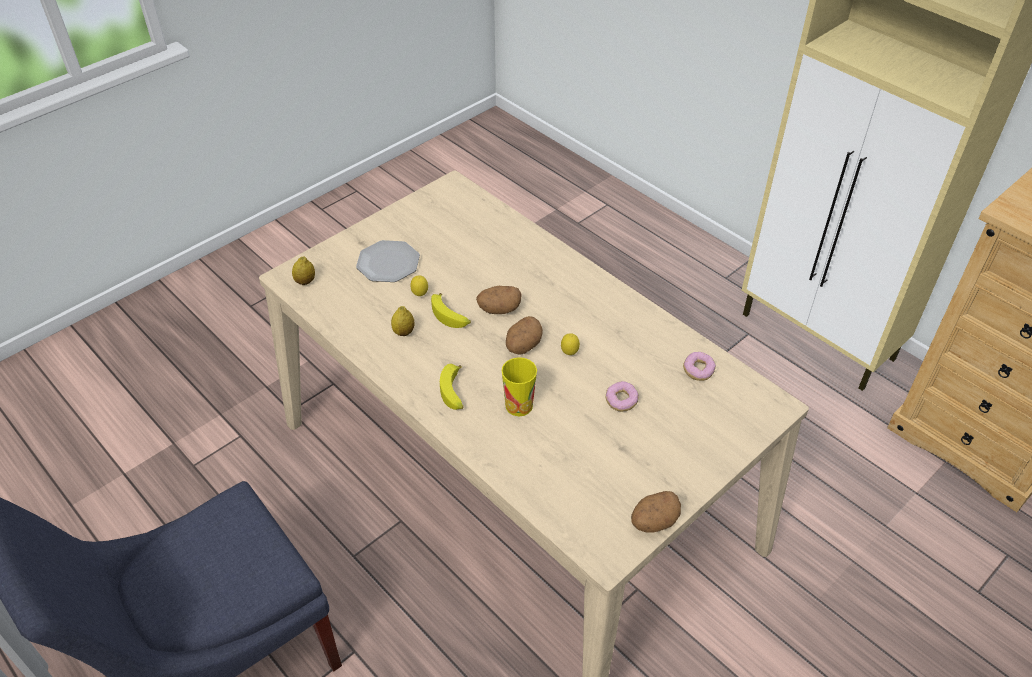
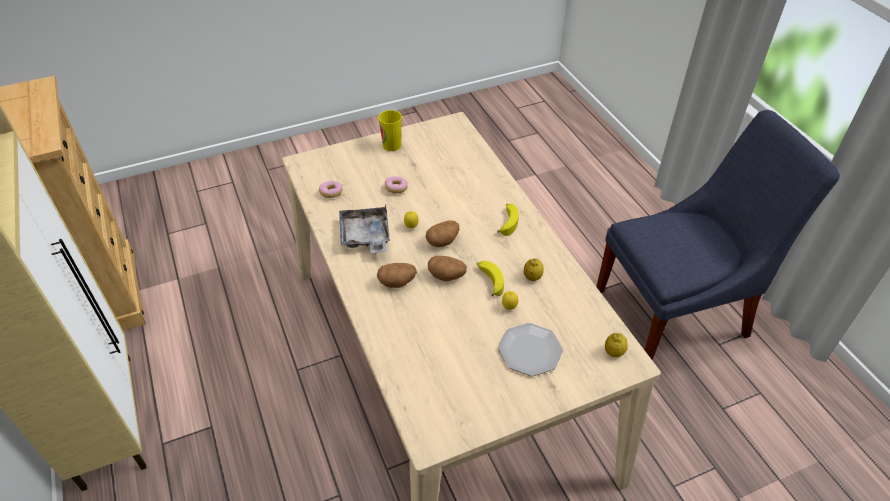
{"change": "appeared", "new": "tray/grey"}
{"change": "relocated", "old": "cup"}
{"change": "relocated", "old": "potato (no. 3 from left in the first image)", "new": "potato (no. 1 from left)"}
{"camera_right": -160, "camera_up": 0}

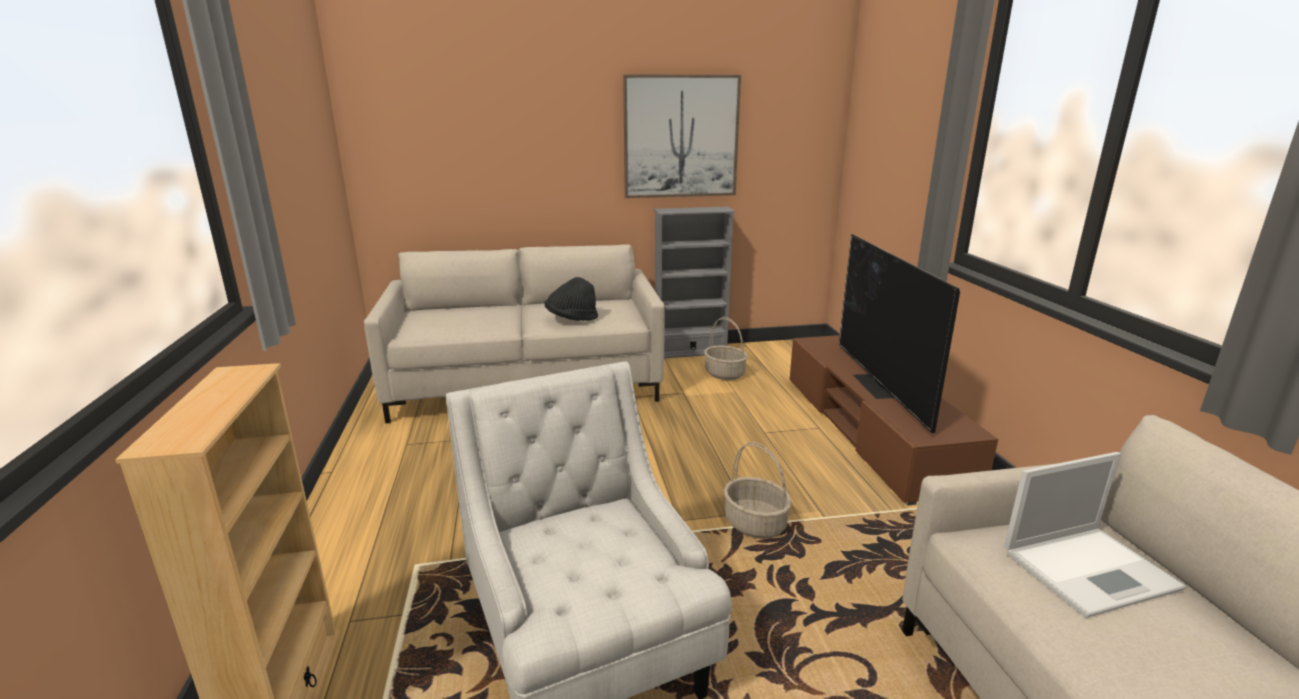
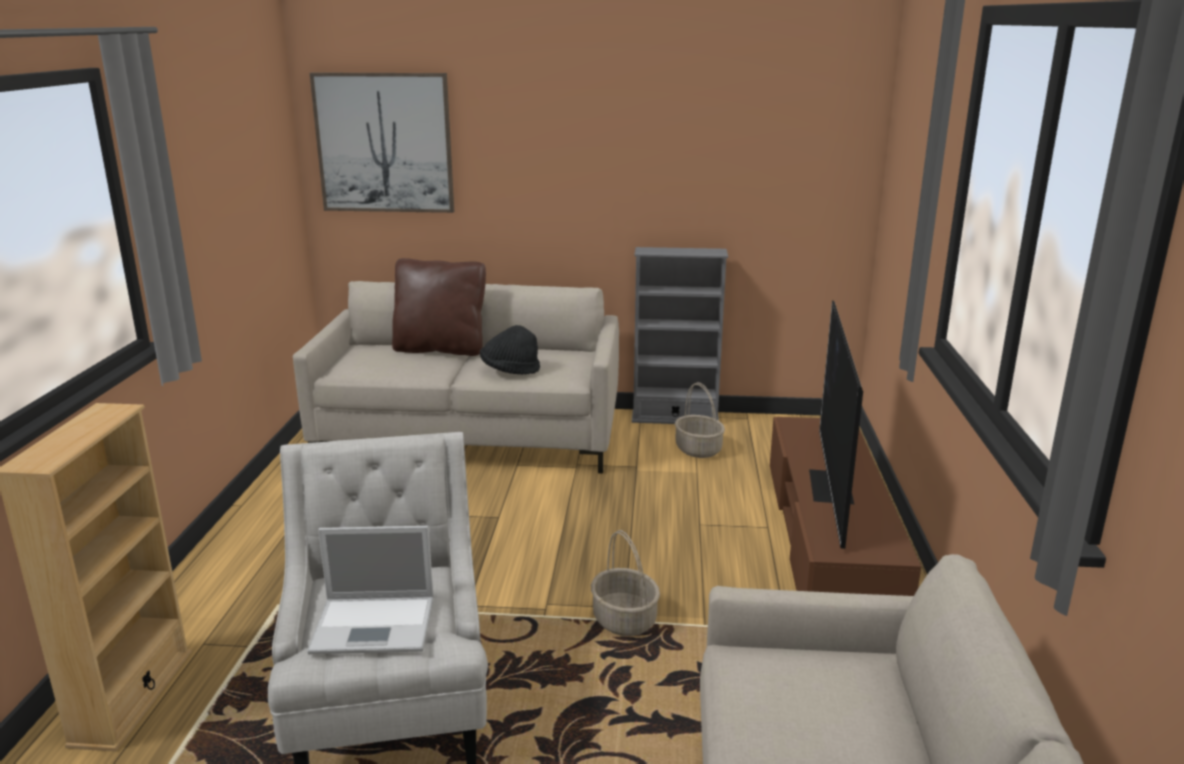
{"change": "appeared", "new": "pillow/brown"}
{"change": "relocated", "old": "picture"}
{"change": "relocated", "old": "laptop"}
{"camera_right": 15, "camera_up": 0}

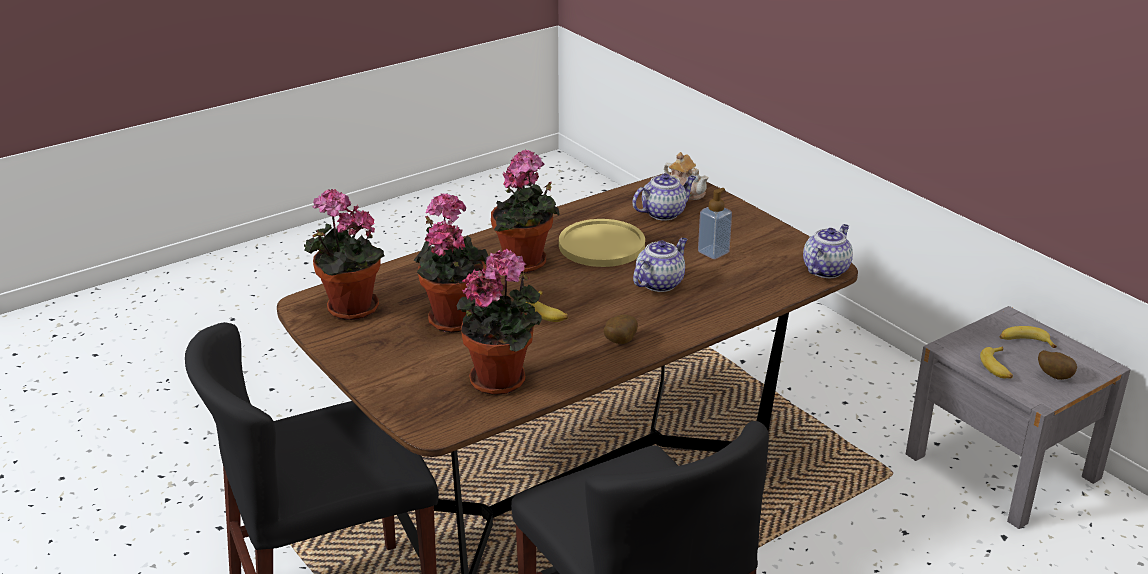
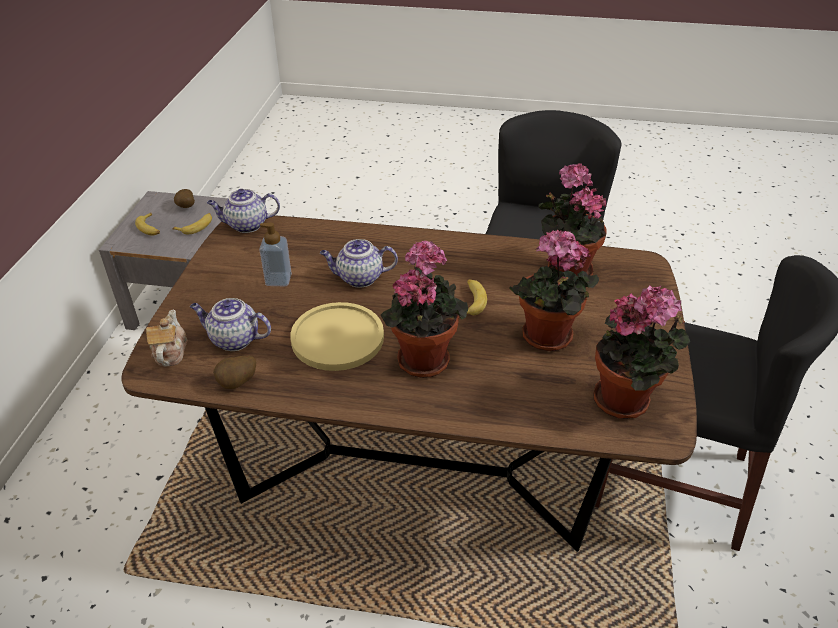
{"change": "relocated", "old": "potato (no. 1 from left in the first image)", "new": "potato (no. 2 from left)"}
{"camera_right": -135, "camera_up": 10}

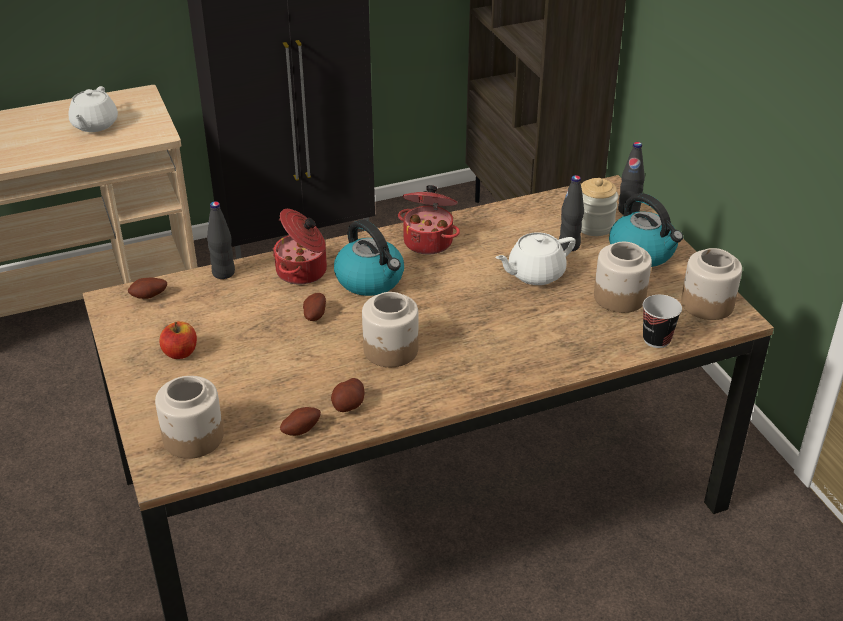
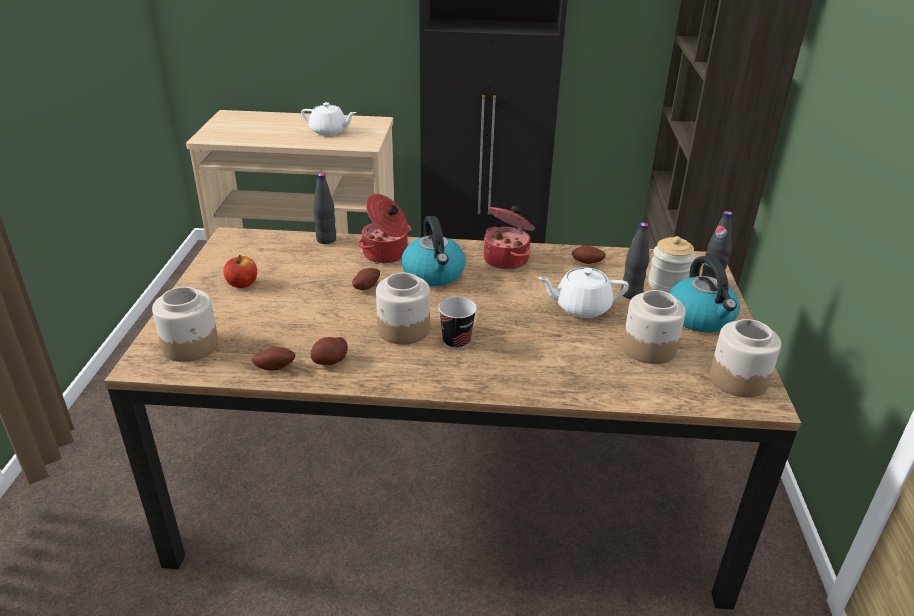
{"change": "relocated", "old": "potato (no. 1 from left in the first image)", "new": "potato (no. 4 from left)"}
{"change": "relocated", "old": "cup"}
{"change": "spun", "old": "teapot/white (no. 1 from left)", "degrees": -105}
{"camera_right": 25, "camera_up": -5}

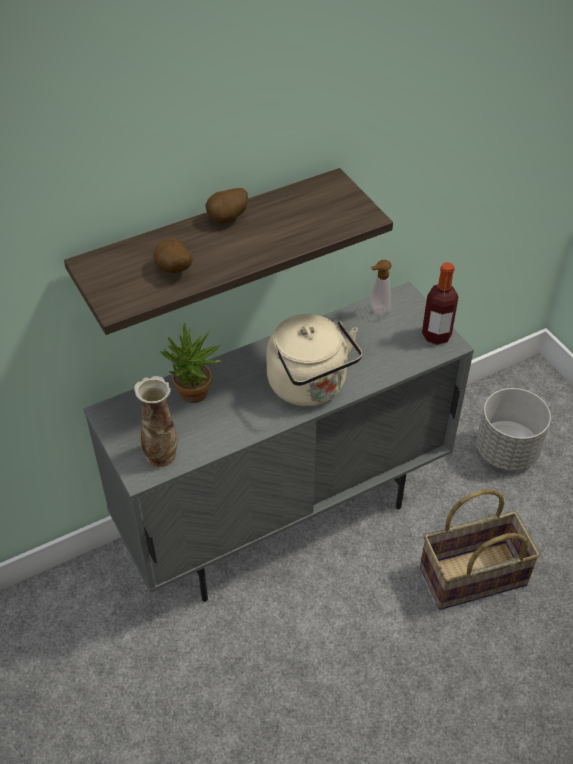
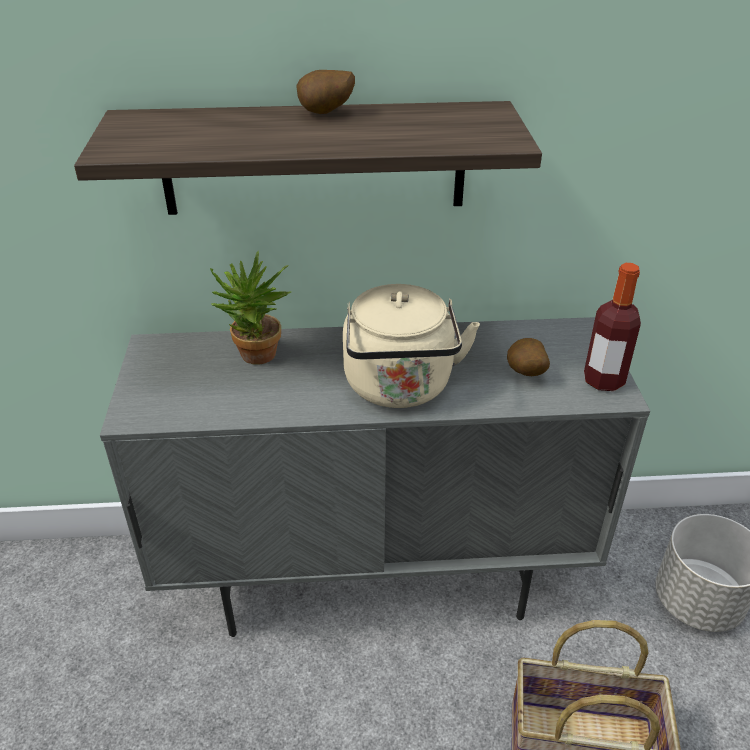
{"change": "missing", "old": "vase"}
{"change": "missing", "old": "soap dispenser"}
{"change": "relocated", "old": "potato (no. 1 from left in the first image)", "new": "potato (no. 2 from left)"}
{"camera_right": 25, "camera_up": -10}

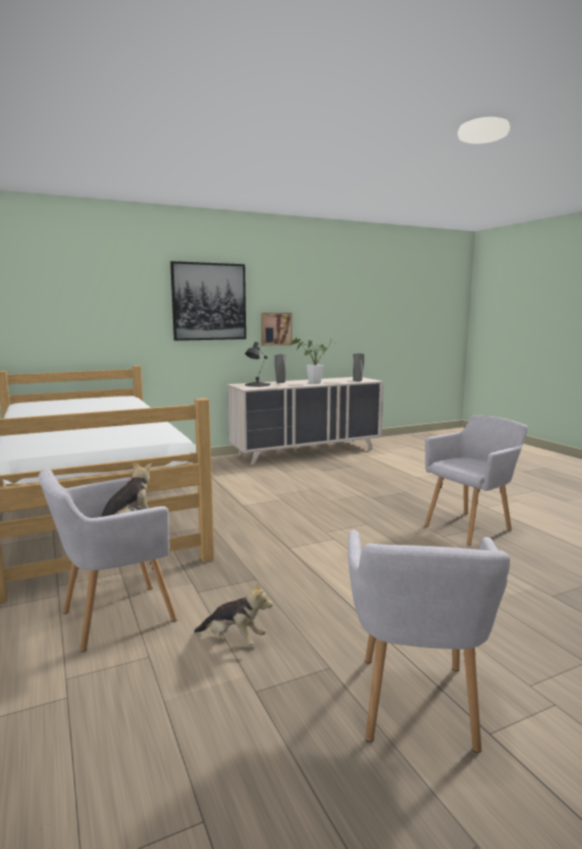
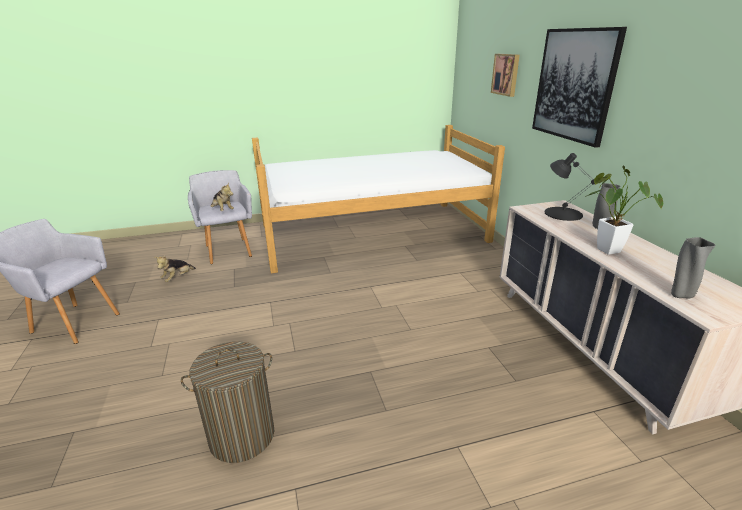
{"change": "relocated", "old": "picture (no. 2 from left in the first image)", "new": "picture (no. 1 from left)"}
{"change": "exchanged", "old": "armchair/grey (no. 3 from left)", "new": "laundry basket"}
{"camera_right": 100, "camera_up": 15}

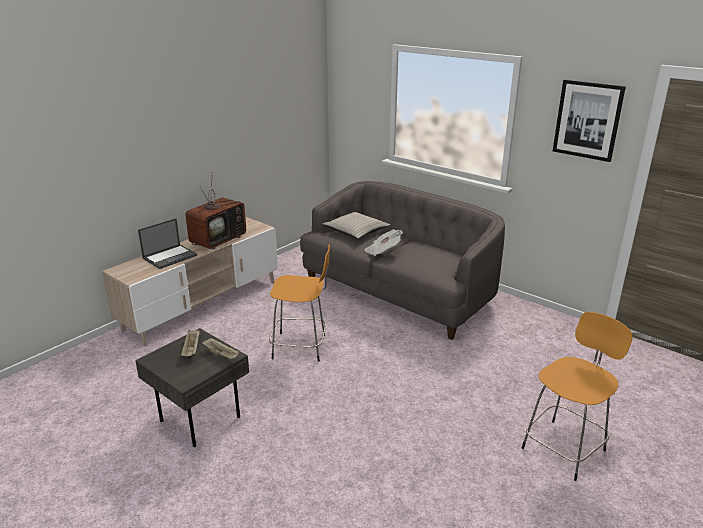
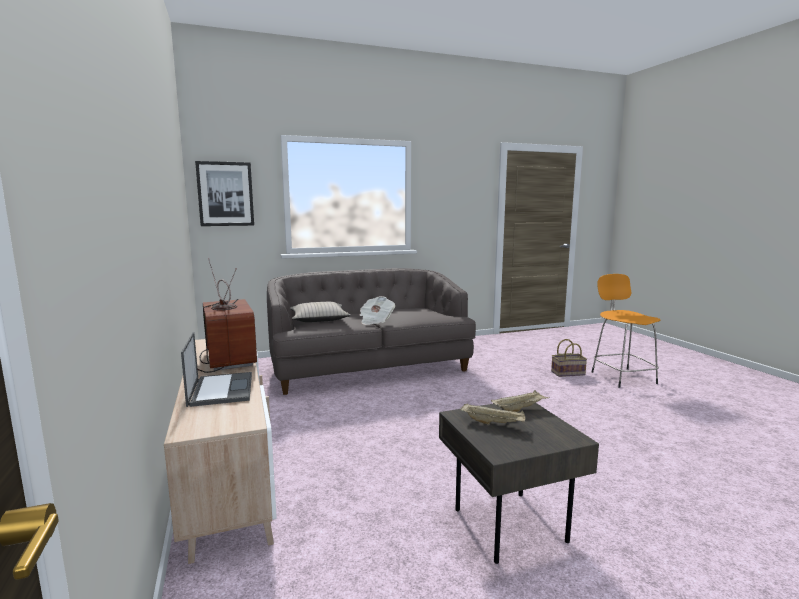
{"change": "missing", "old": "stool/orange (no. 1 from left)"}
{"change": "appeared", "new": "basket"}
{"change": "relocated", "old": "picture"}
{"camera_right": -60, "camera_up": -15}

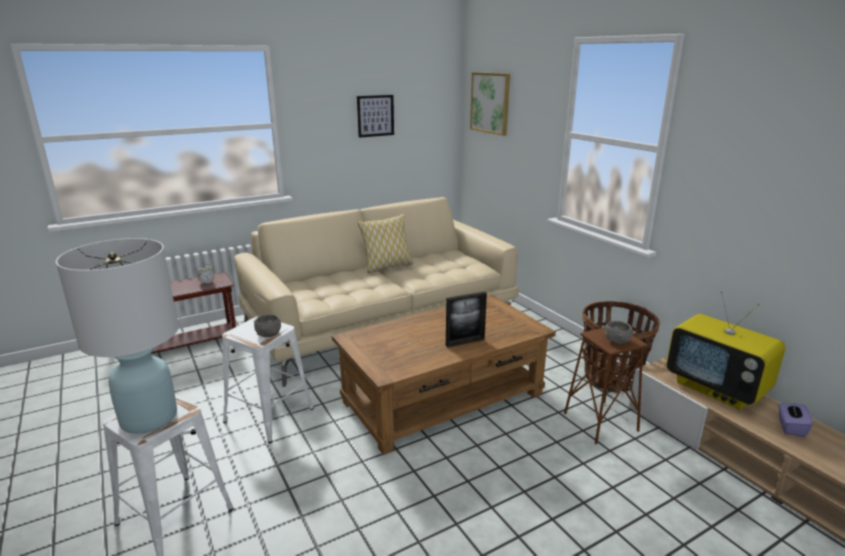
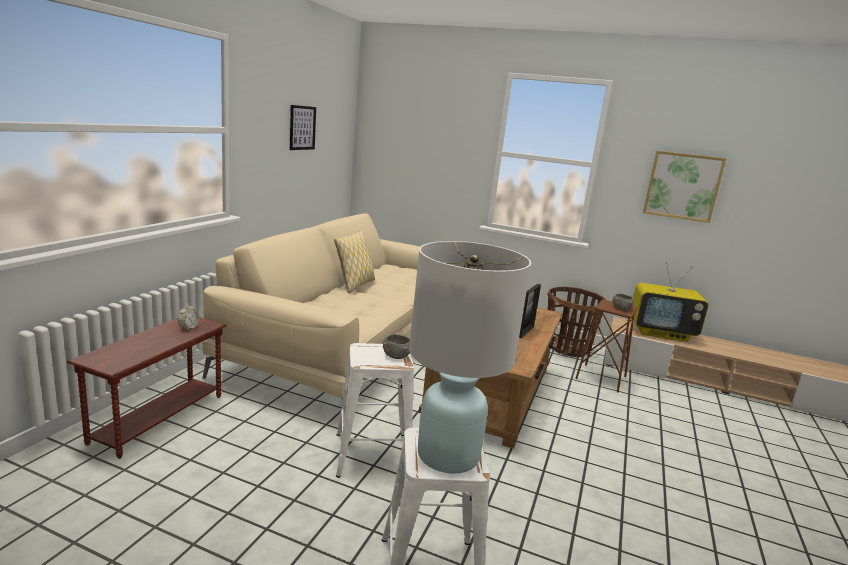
{"change": "missing", "old": "tissue box/purple"}
{"change": "relocated", "old": "picture (no. 2 from left)"}
{"camera_right": -40, "camera_up": -5}

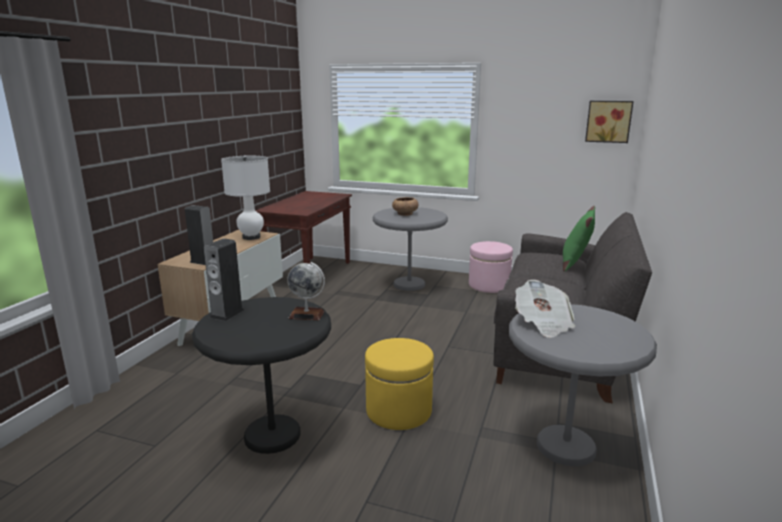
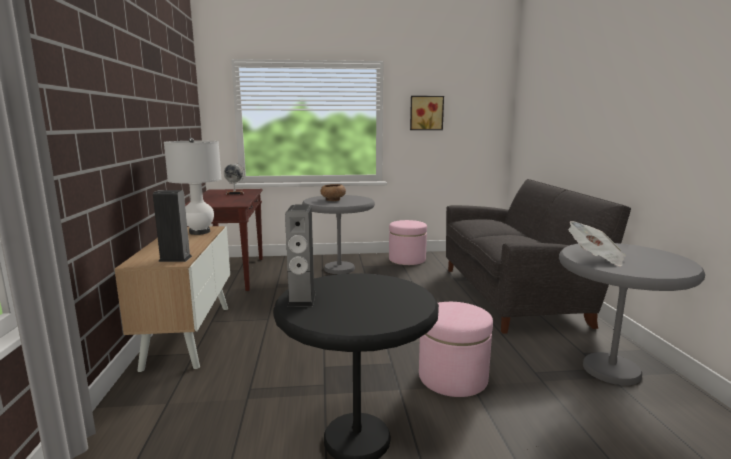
{"change": "missing", "old": "pillow/green"}
{"change": "relocated", "old": "globe"}
{"change": "relocated", "old": "picture"}
{"change": "colour", "old": "ottoman/yellow", "new": "ottoman/pink (no. 2 from left)"}
{"camera_right": -25, "camera_up": -5}

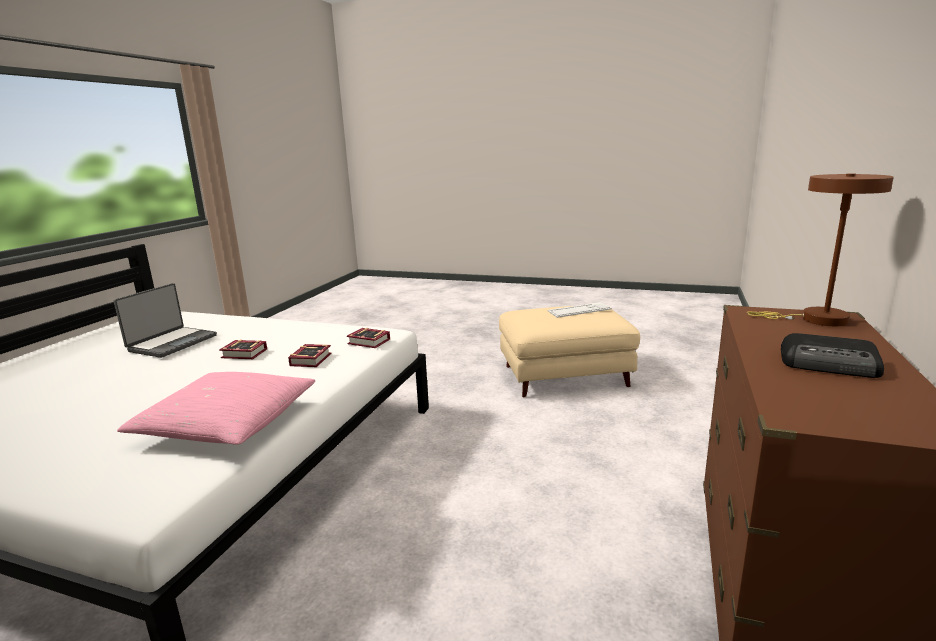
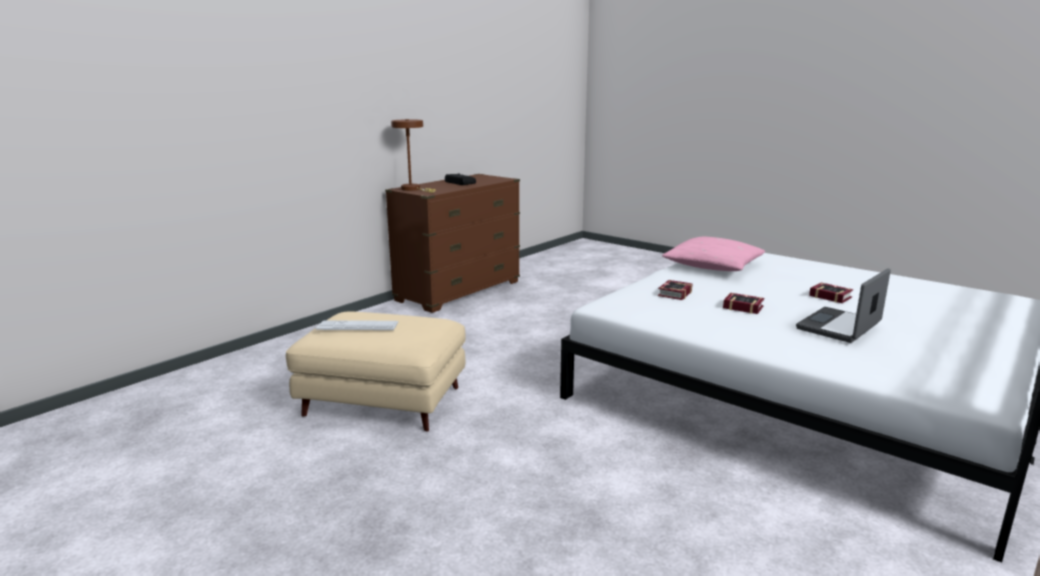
{"change": "relocated", "old": "book (no. 3 from left)"}
{"camera_right": -160, "camera_up": 0}

